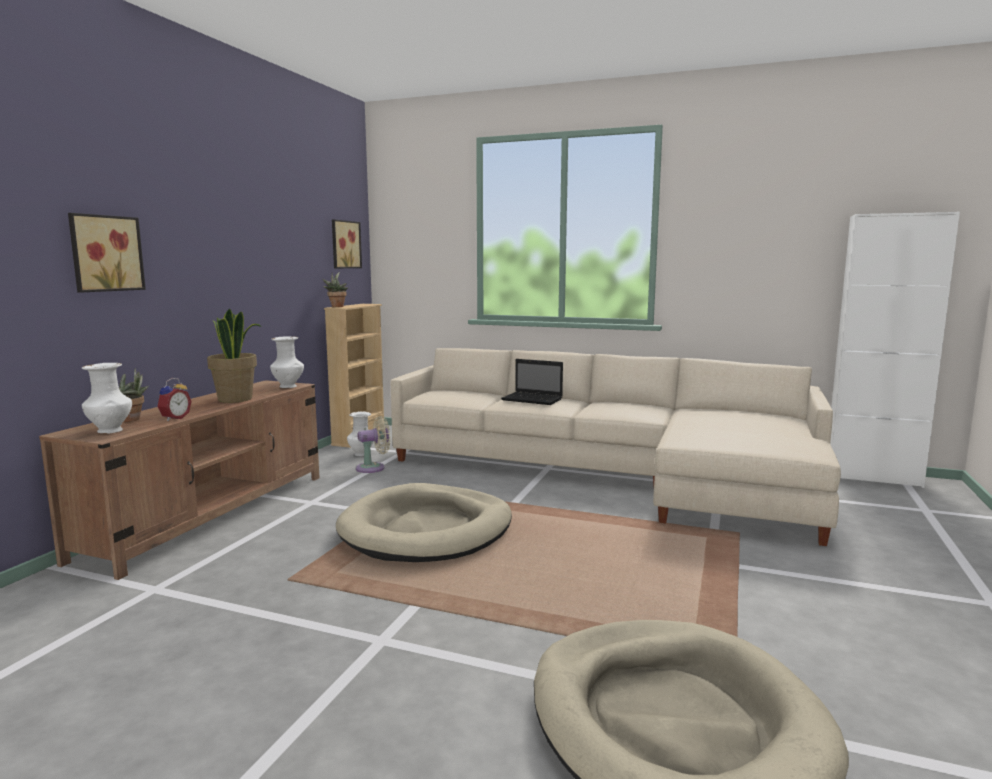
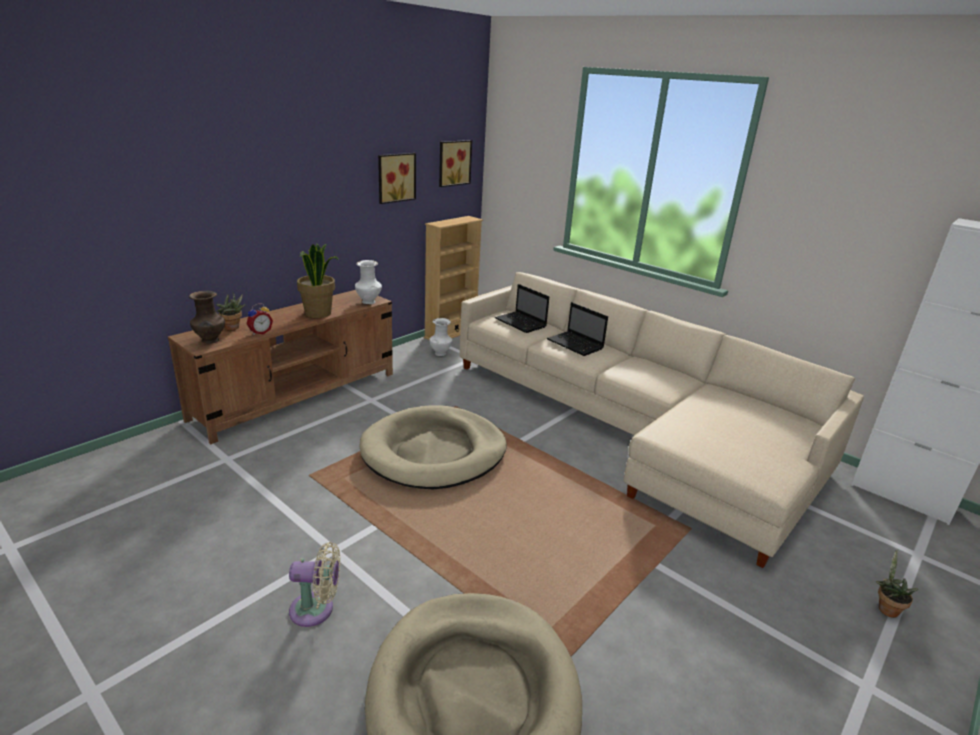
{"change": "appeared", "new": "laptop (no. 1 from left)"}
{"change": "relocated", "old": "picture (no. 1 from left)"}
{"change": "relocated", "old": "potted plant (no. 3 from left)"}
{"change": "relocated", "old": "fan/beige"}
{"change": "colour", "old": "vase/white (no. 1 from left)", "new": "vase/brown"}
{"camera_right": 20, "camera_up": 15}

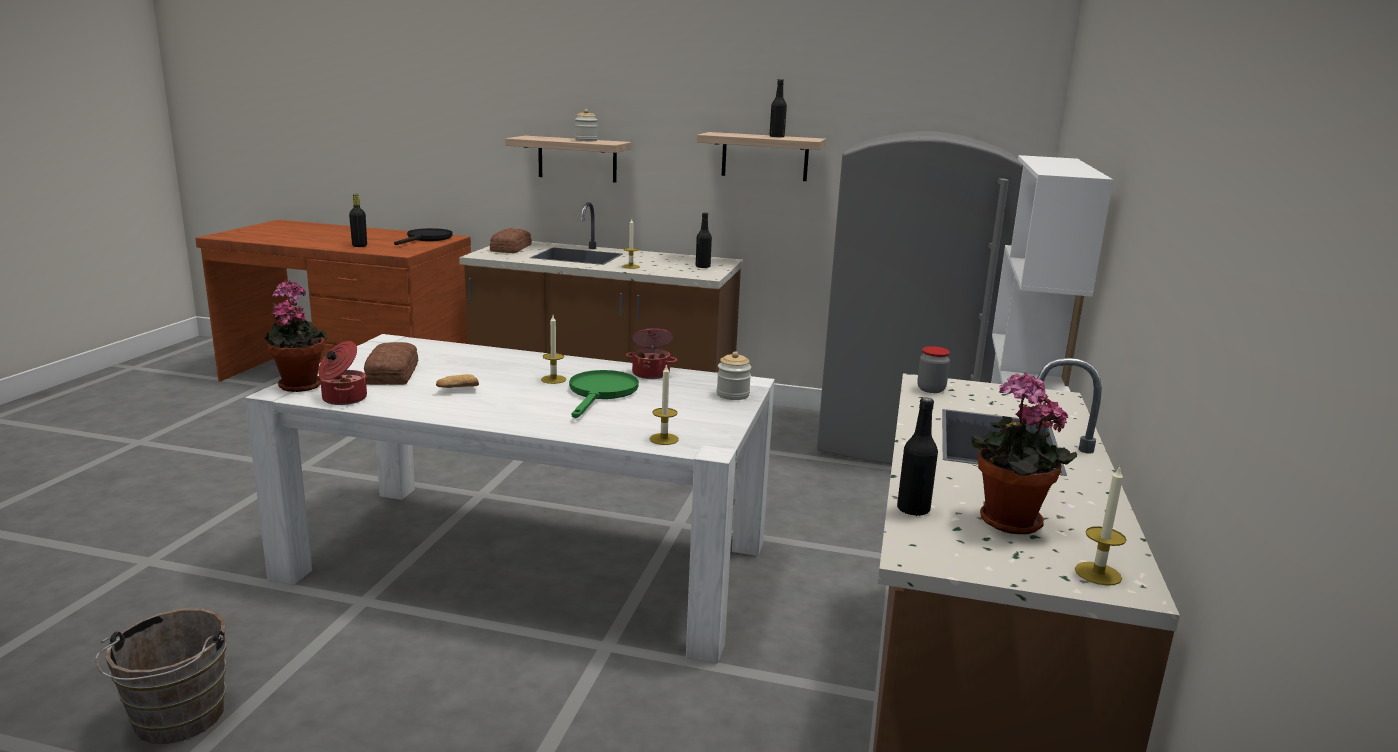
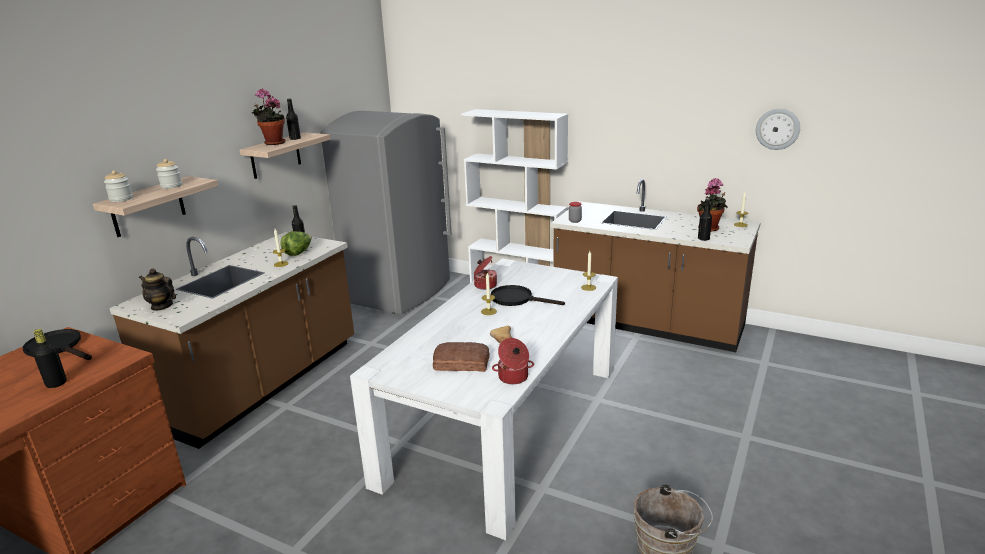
{"change": "appeared", "new": "lettuce"}
{"change": "appeared", "new": "wall clock"}
{"change": "relocated", "old": "potted plant (no. 1 from left)"}
{"change": "relocated", "old": "jar (no. 2 from left in the first image)", "new": "jar (no. 1 from left)"}
{"change": "exchanged", "old": "bread (no. 3 from left)", "new": "teapot"}
{"change": "colour", "old": "frying pan/green", "new": "frying pan/black (no. 2 from left)"}
{"camera_right": -75, "camera_up": 5}

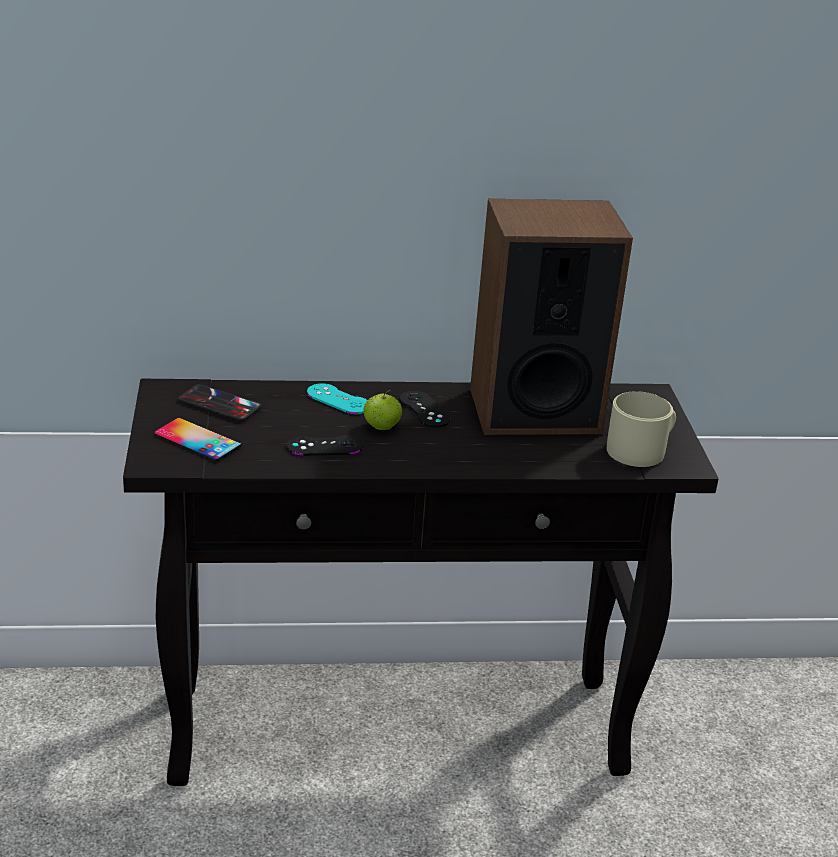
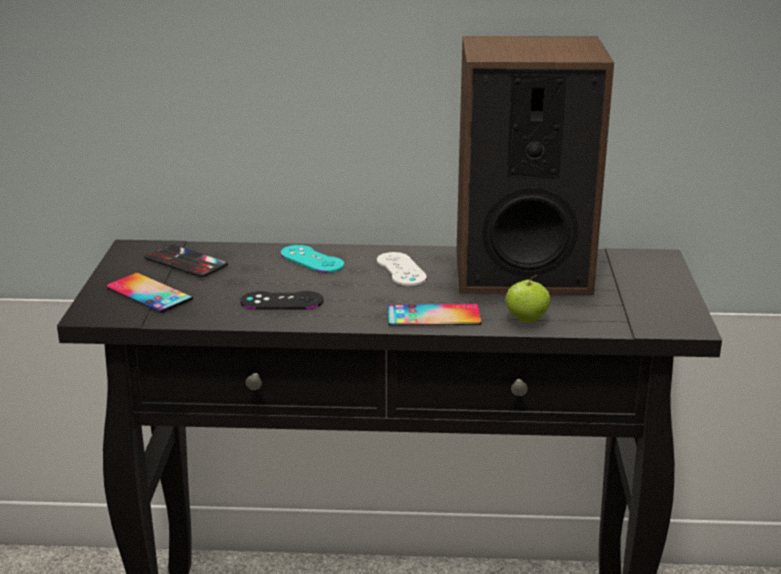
{"change": "missing", "old": "mug/beige"}
{"change": "appeared", "new": "phone (no. 3 from left)"}
{"change": "relocated", "old": "apple"}
{"change": "colour", "old": "game controller/black (no. 2 from left)", "new": "game controller/white"}
{"camera_right": 10, "camera_up": -5}

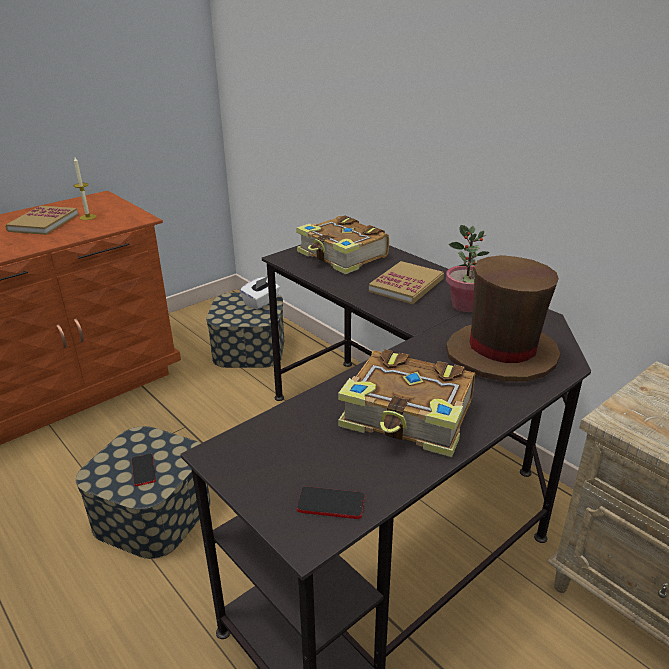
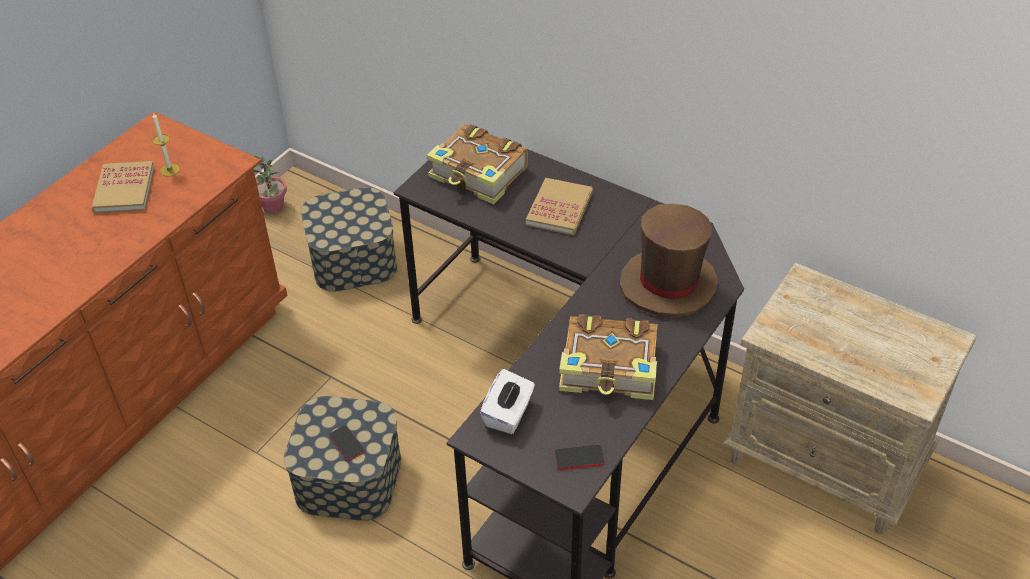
{"change": "relocated", "old": "tissue box/white"}
{"change": "relocated", "old": "potted plant"}
{"camera_right": -15, "camera_up": 15}

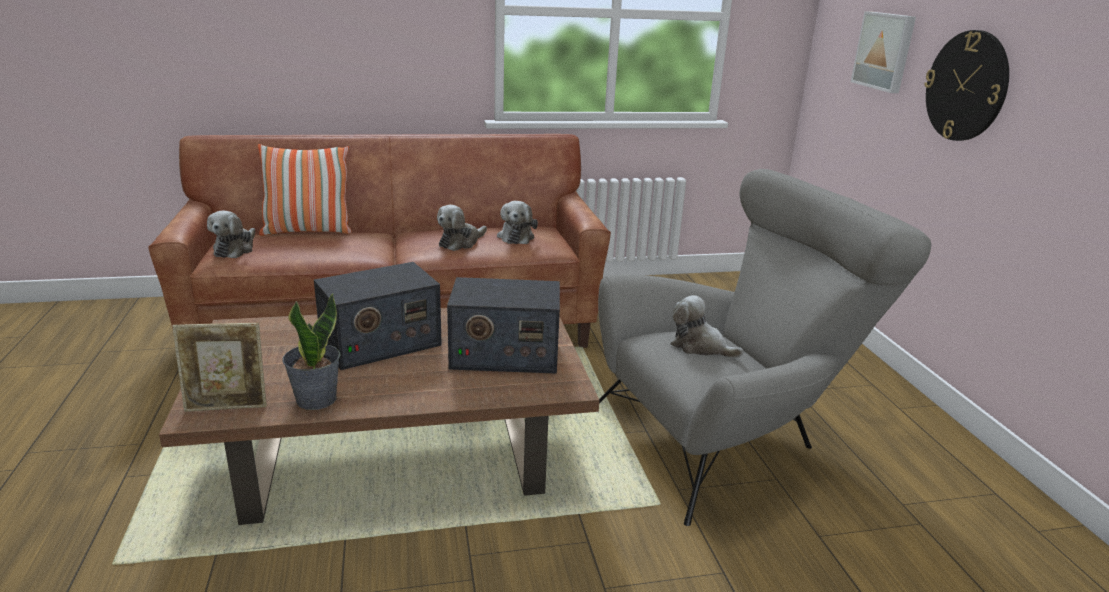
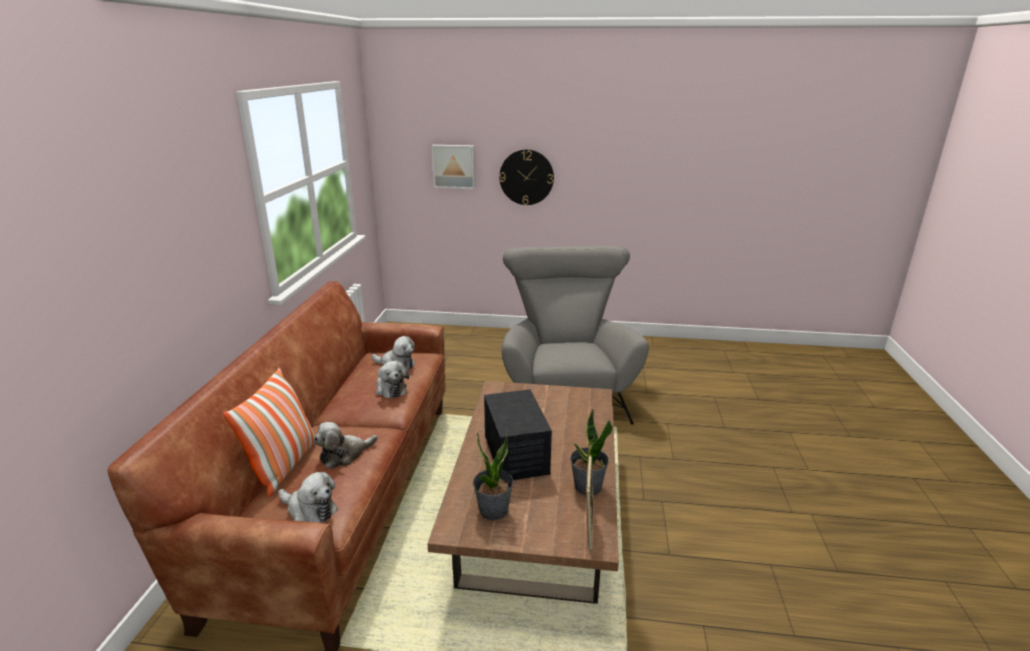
{"change": "missing", "old": "radio (no. 2 from left)"}
{"change": "appeared", "new": "potted plant (no. 1 from left)"}
{"change": "relocated", "old": "plush toy (no. 4 from left in the first image)", "new": "plush toy (no. 2 from left)"}
{"camera_right": -70, "camera_up": 0}

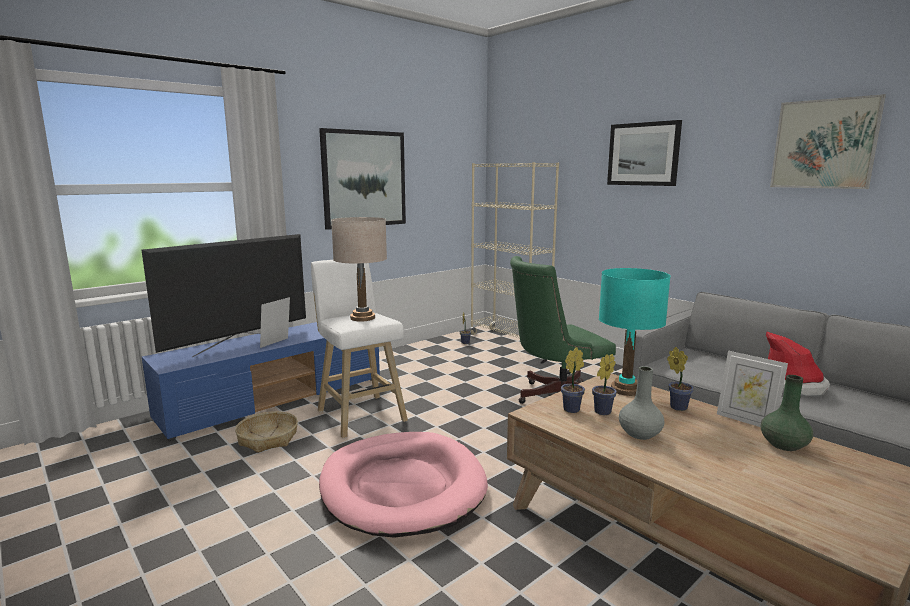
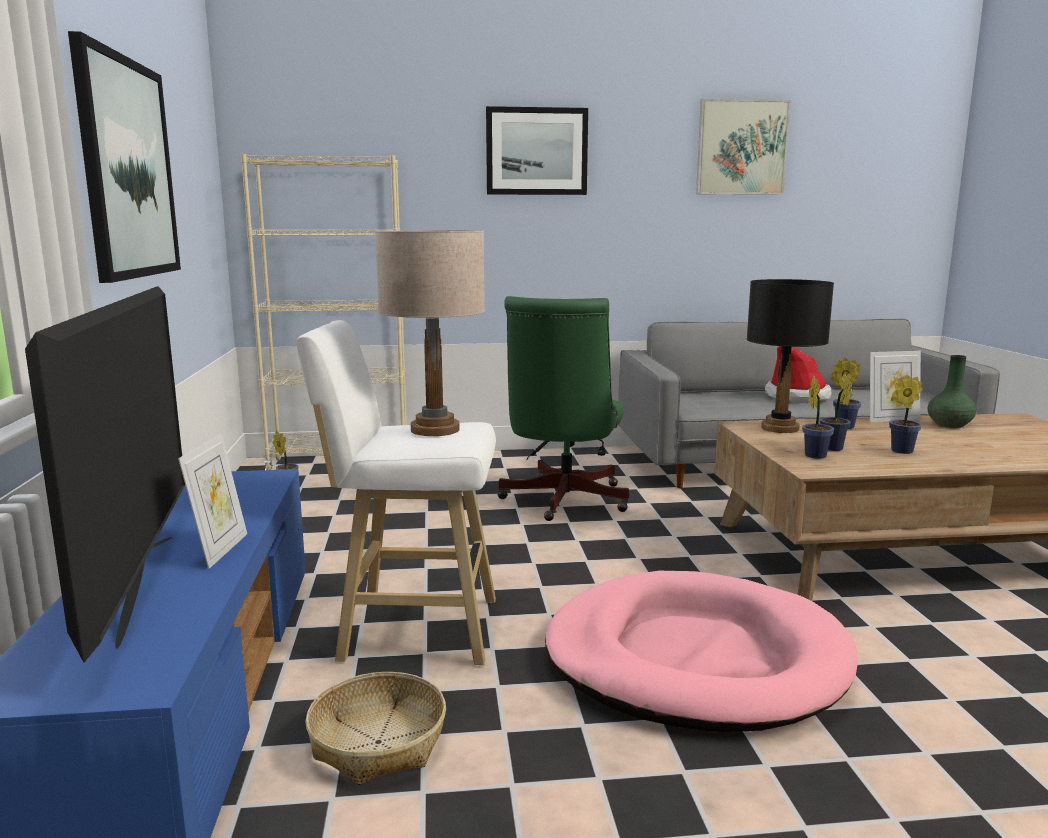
{"change": "exchanged", "old": "vase/grey", "new": "potted plant (no. 5 from left)"}
{"change": "colour", "old": "table lamp/turquoise", "new": "table lamp/black"}
{"change": "spun", "old": "picture frame (no. 1 from left)", "degrees": -150}
{"camera_right": -55, "camera_up": 0}

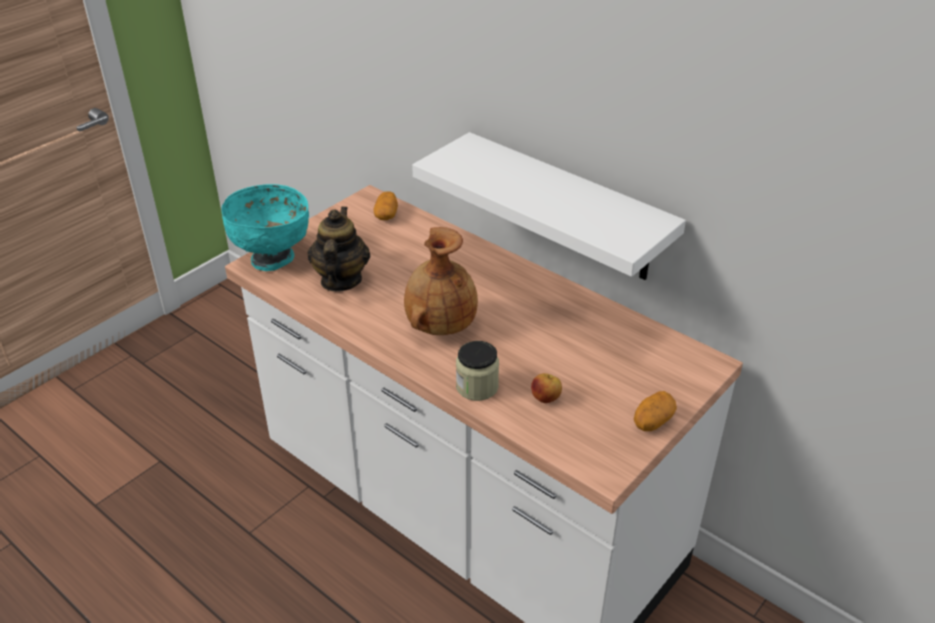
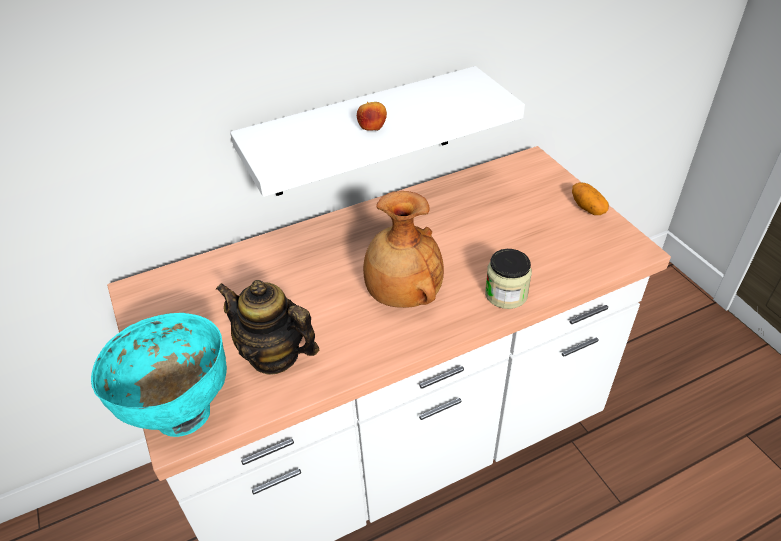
{"change": "missing", "old": "potato (no. 1 from left)"}
{"change": "relocated", "old": "apple"}
{"camera_right": -65, "camera_up": 5}

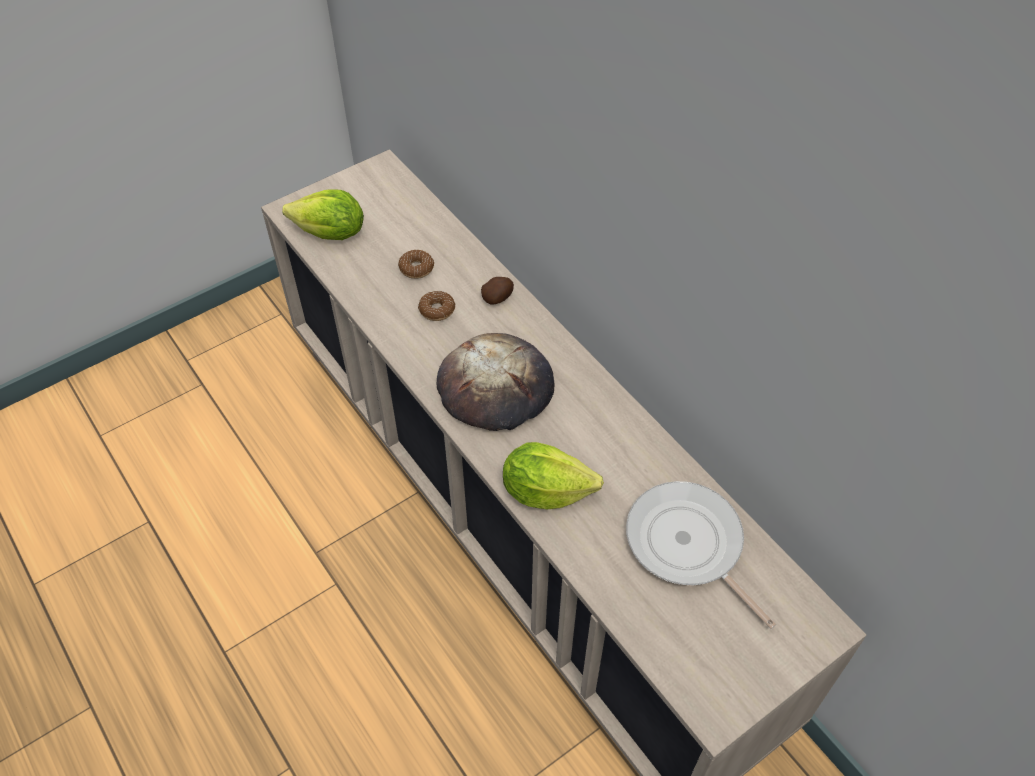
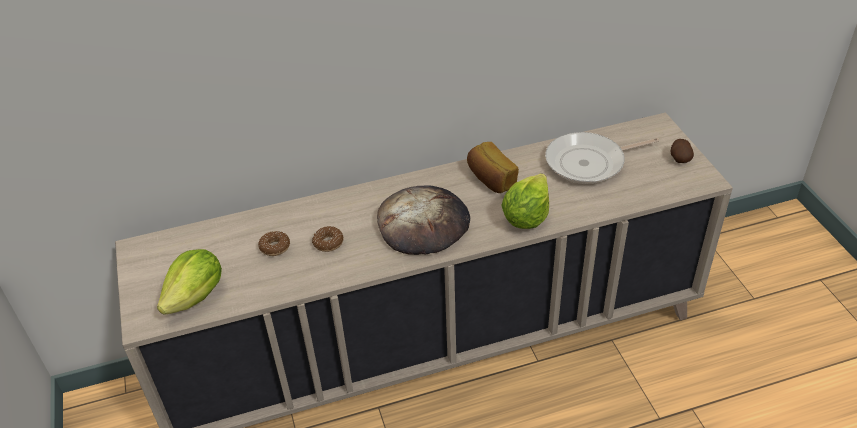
{"change": "appeared", "new": "bread (no. 2 from left)"}
{"change": "relocated", "old": "potato"}
{"camera_right": -70, "camera_up": -10}

